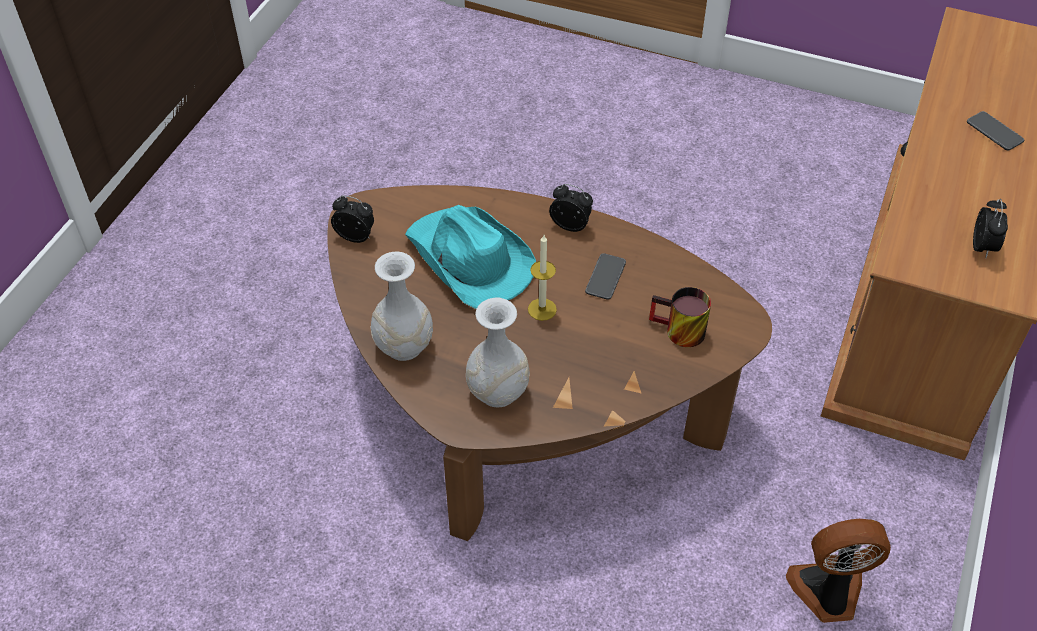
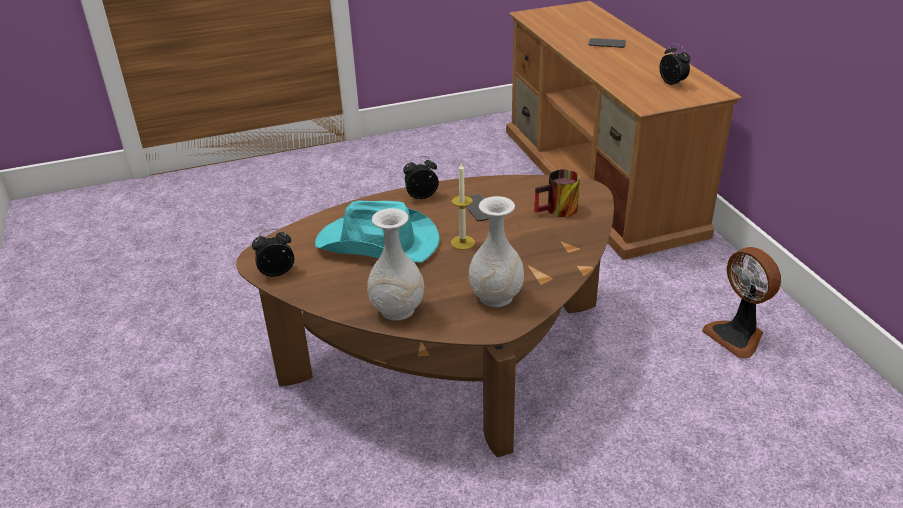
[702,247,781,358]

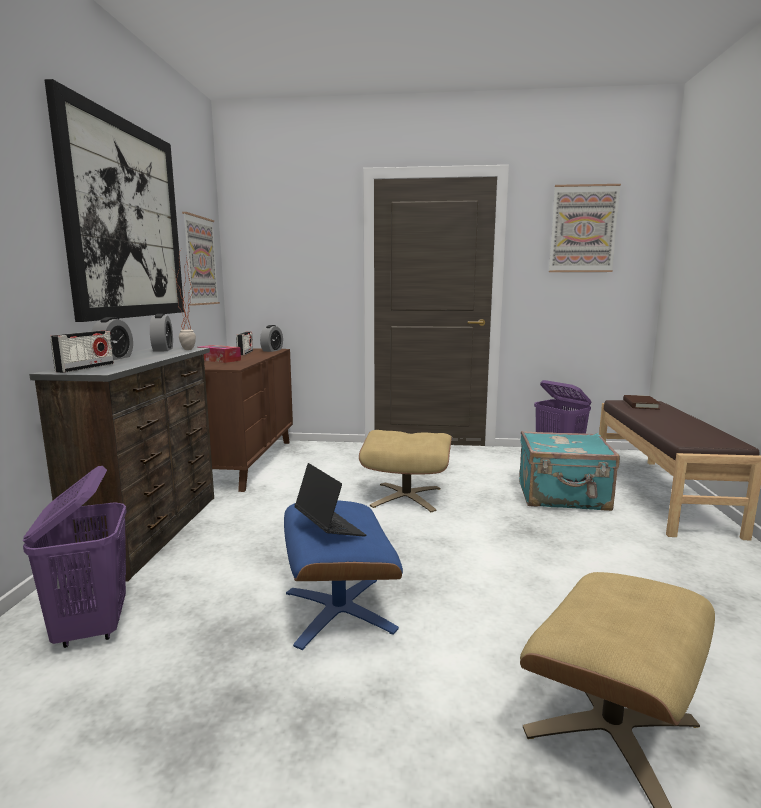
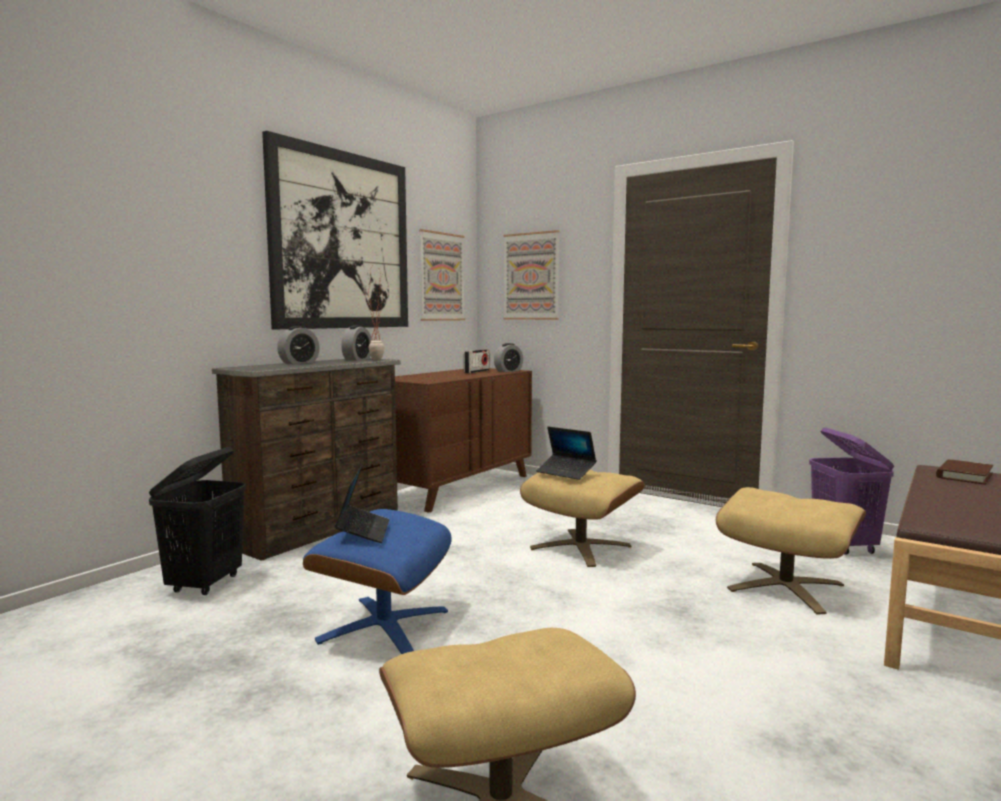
[50,331,114,373] (first image)
[197,345,241,363] (first image)
[537,427,596,480]
[503,230,559,320]
[716,487,866,615]
[149,447,246,595]

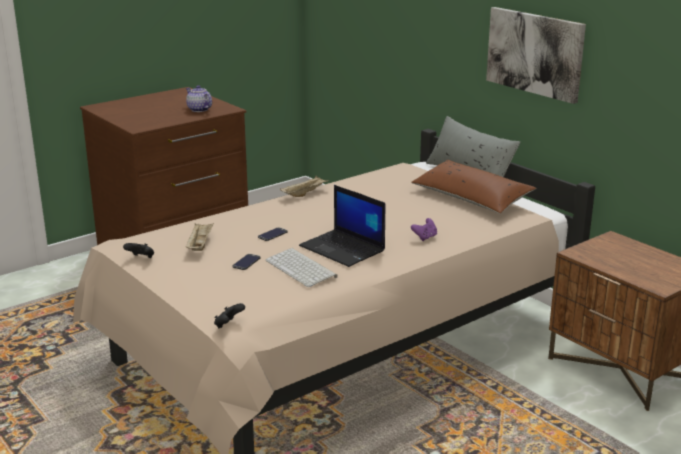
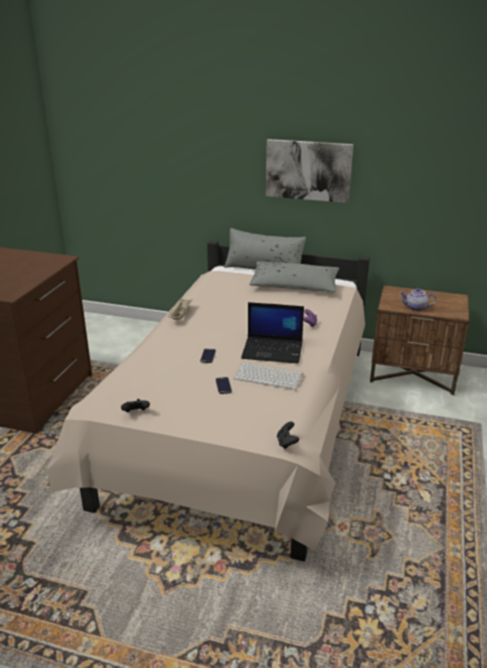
[186,223,214,251] (first image)
[399,288,436,311]
[249,261,339,292]

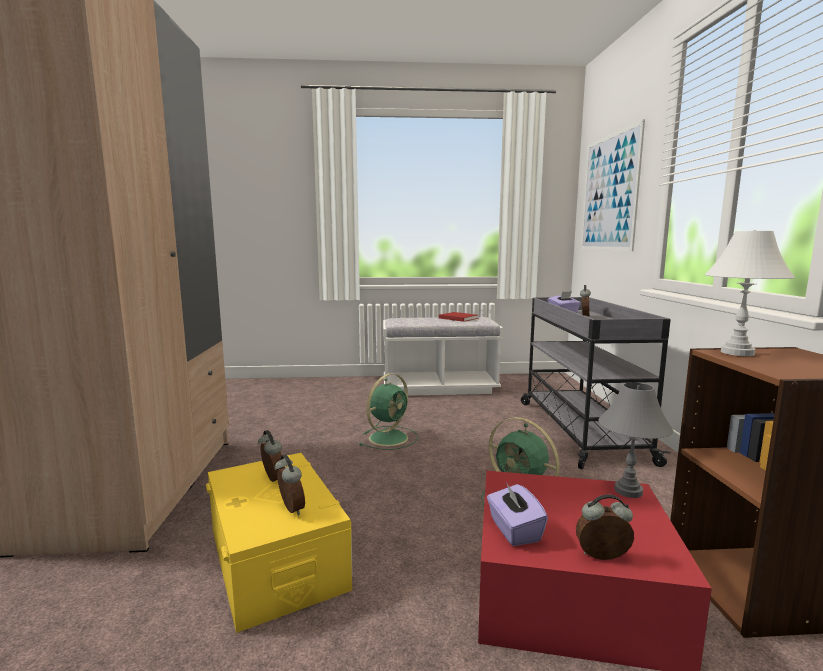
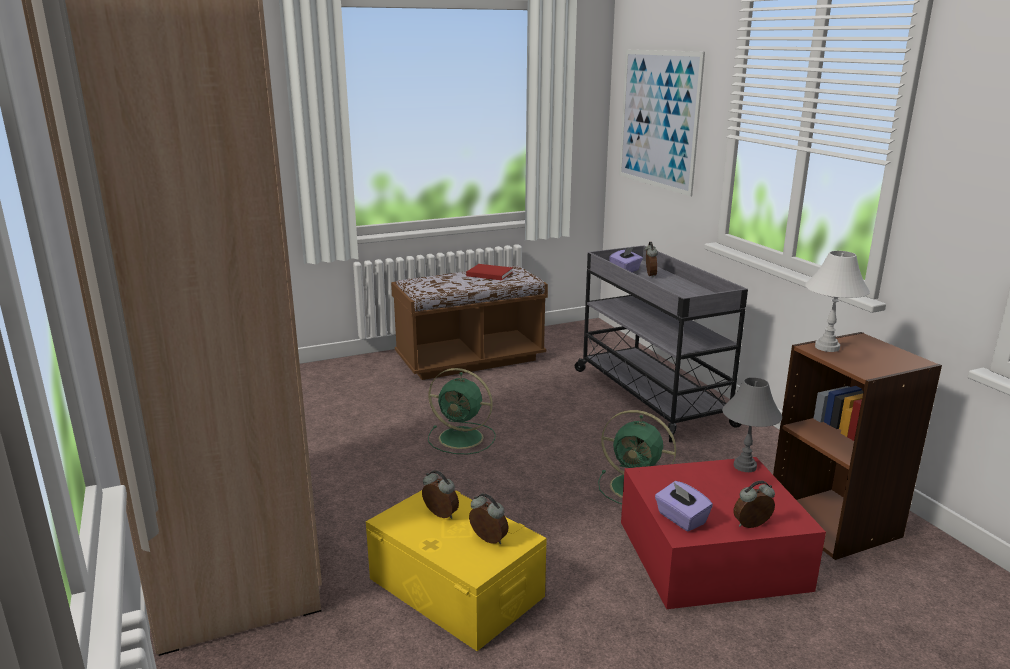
[391,266,548,380]
[428,368,495,454]

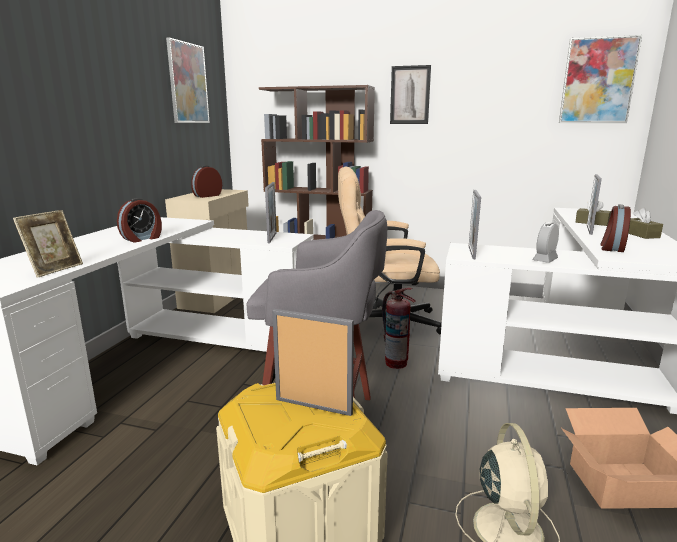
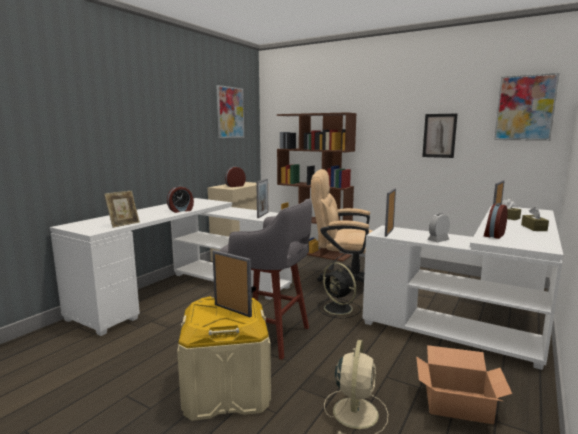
[422,114,458,158]
[318,262,361,319]

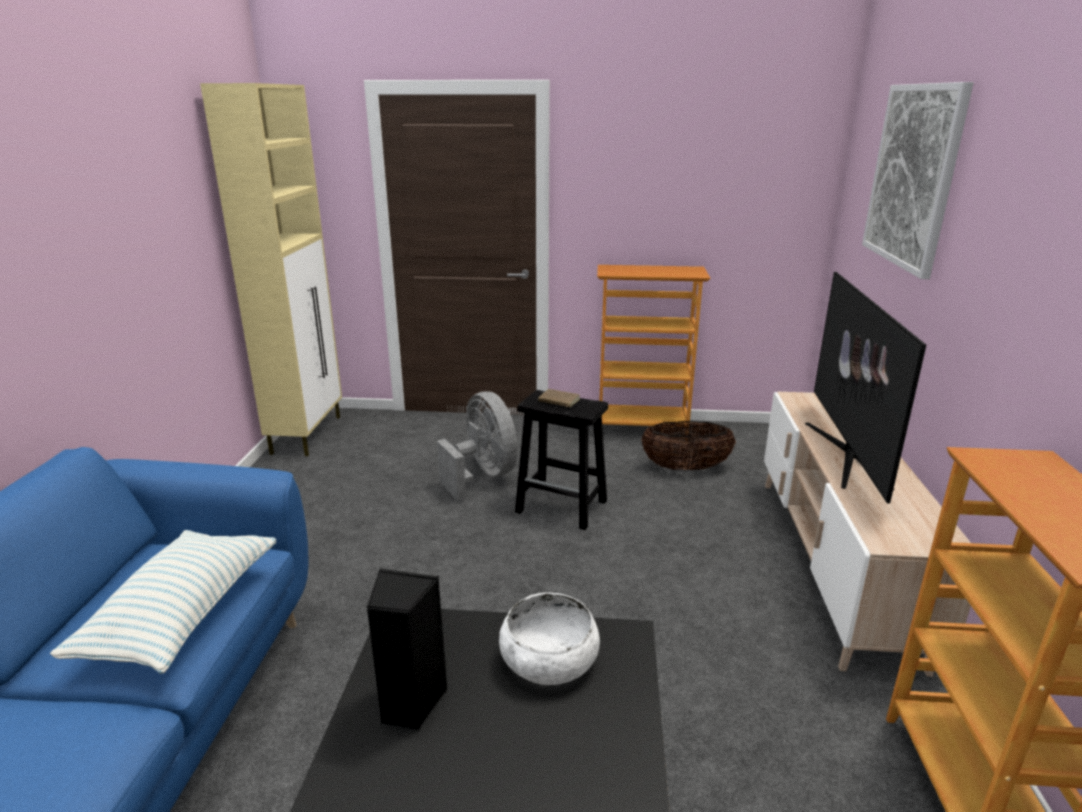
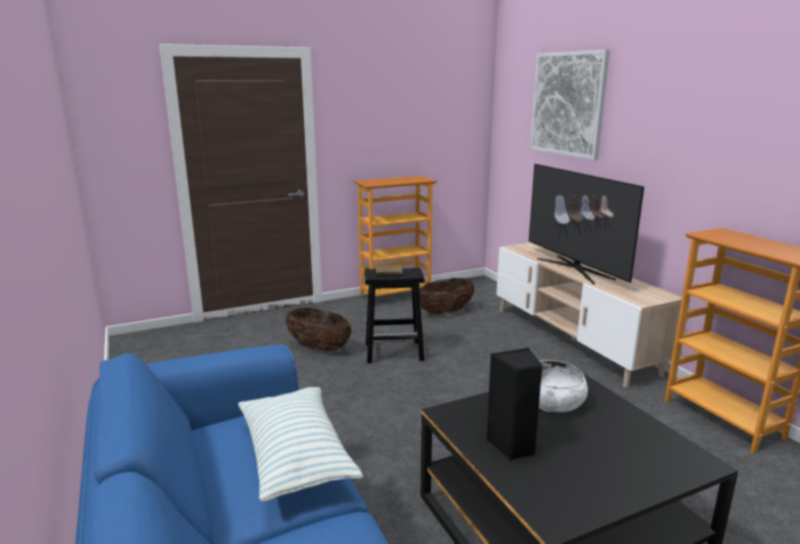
[200,83,342,456] (first image)
[285,308,351,351]

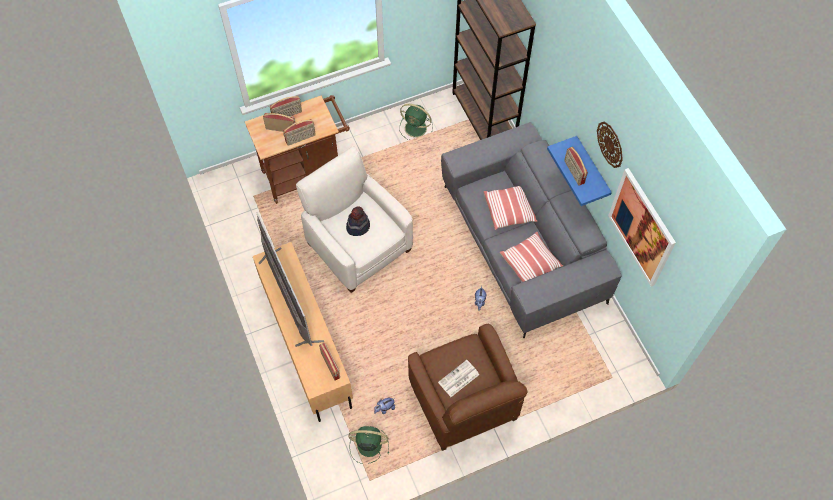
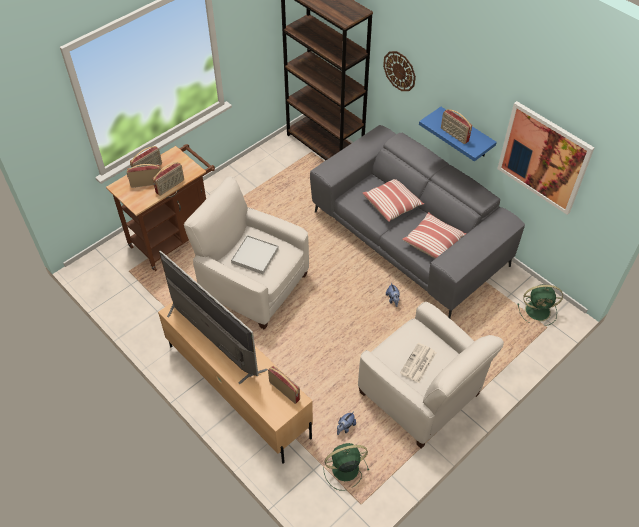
[518,284,563,326]
[383,51,416,91]
[231,235,279,274]
[358,302,504,449]

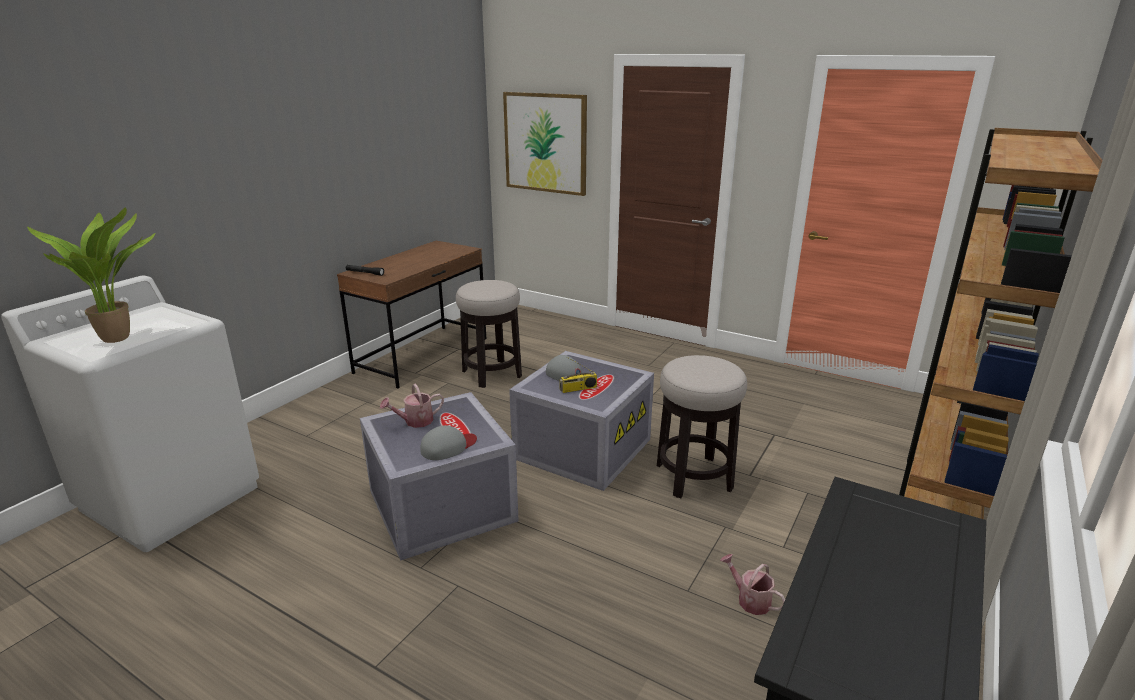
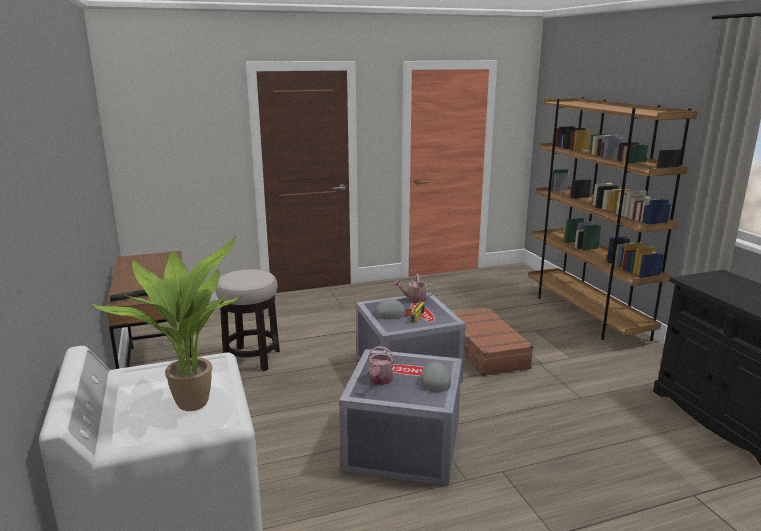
[503,92,587,196] (first image)
[393,274,435,303]
[453,307,534,376]

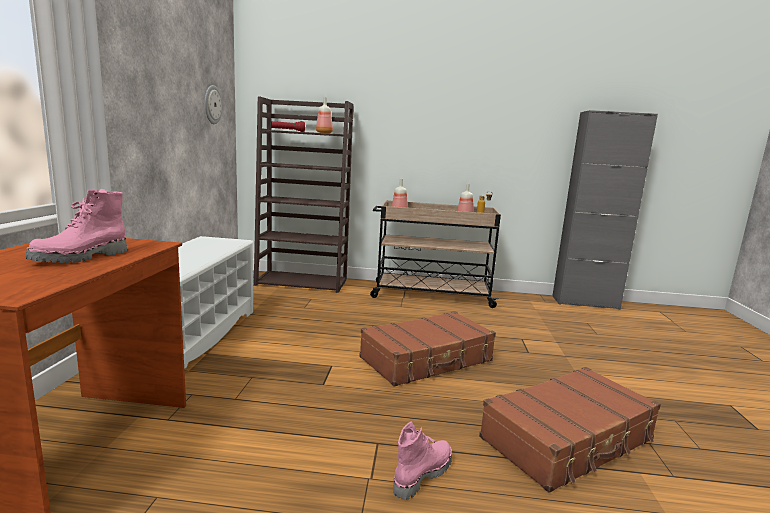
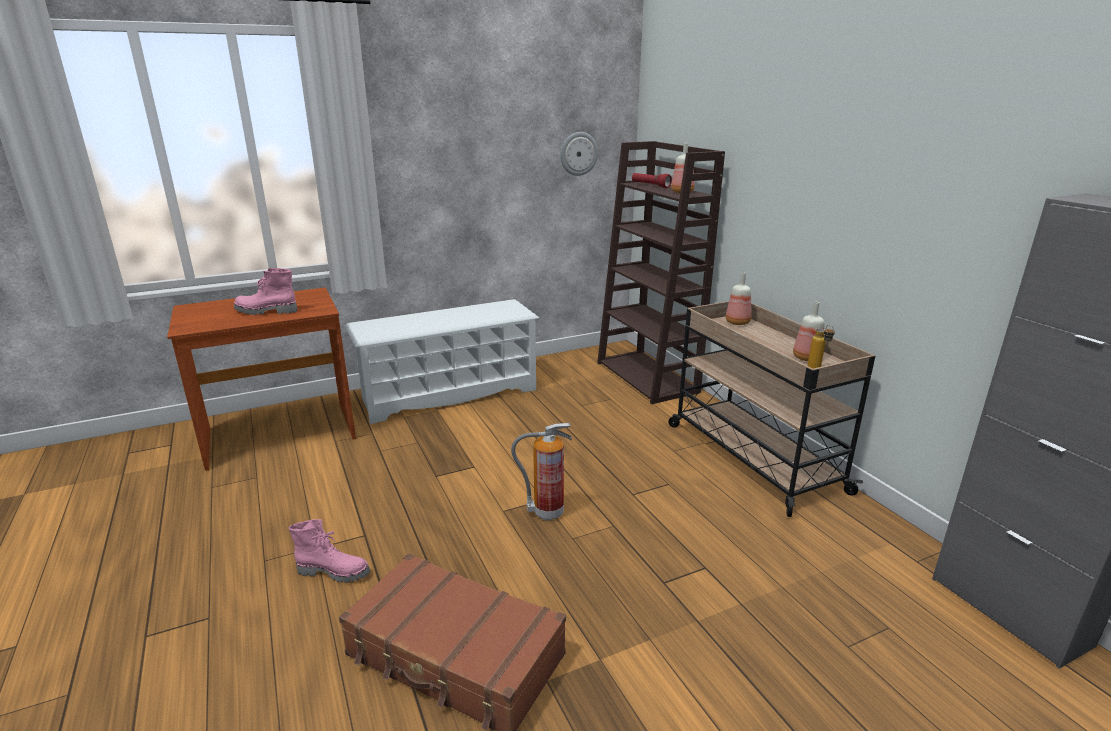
[511,423,572,521]

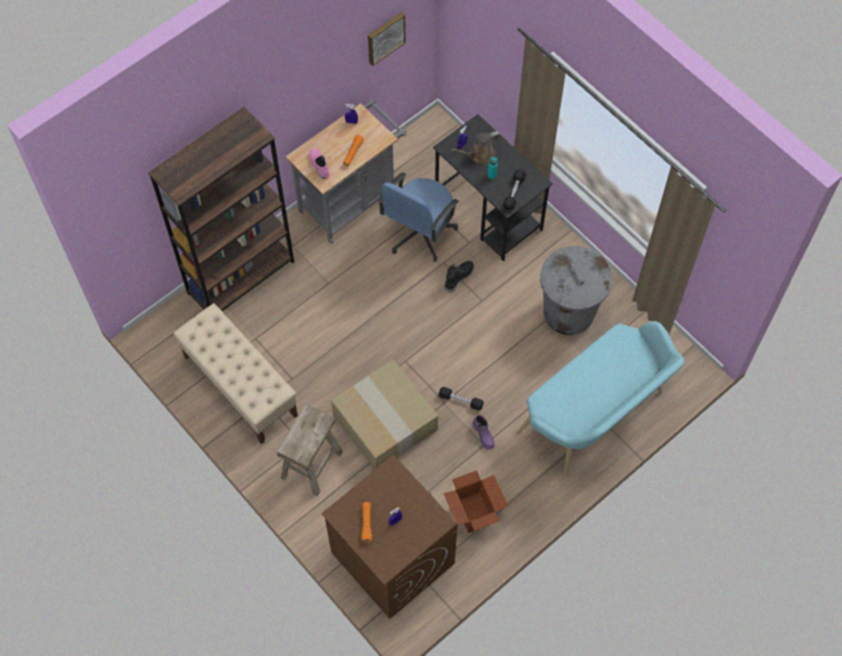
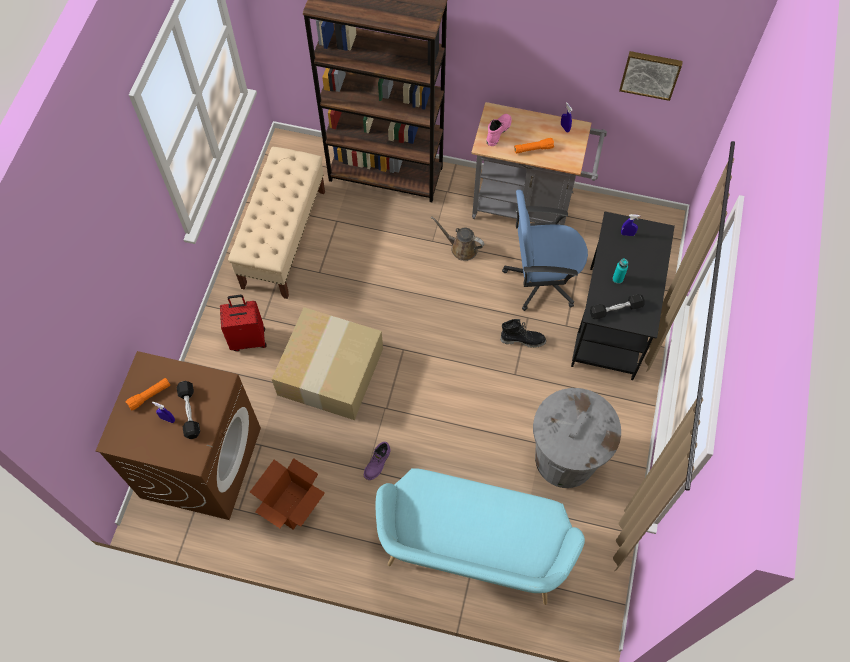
[177,381,200,439]
[431,216,484,261]
[220,295,267,351]

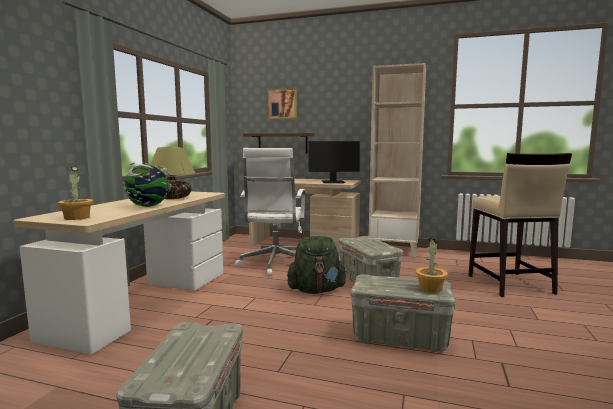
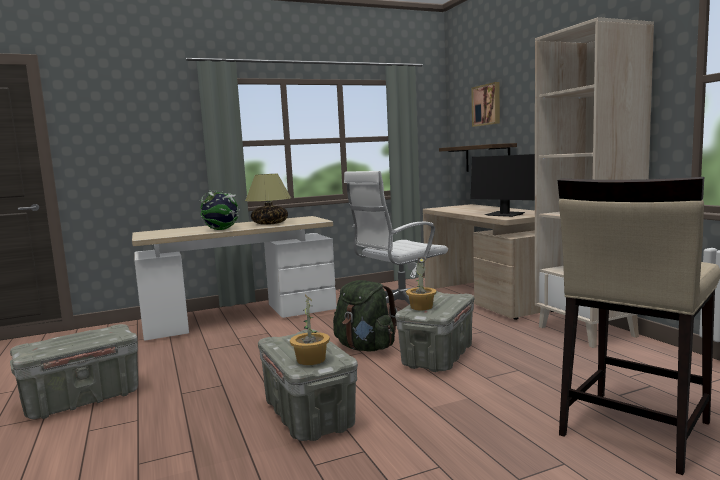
[406,258,437,311]

